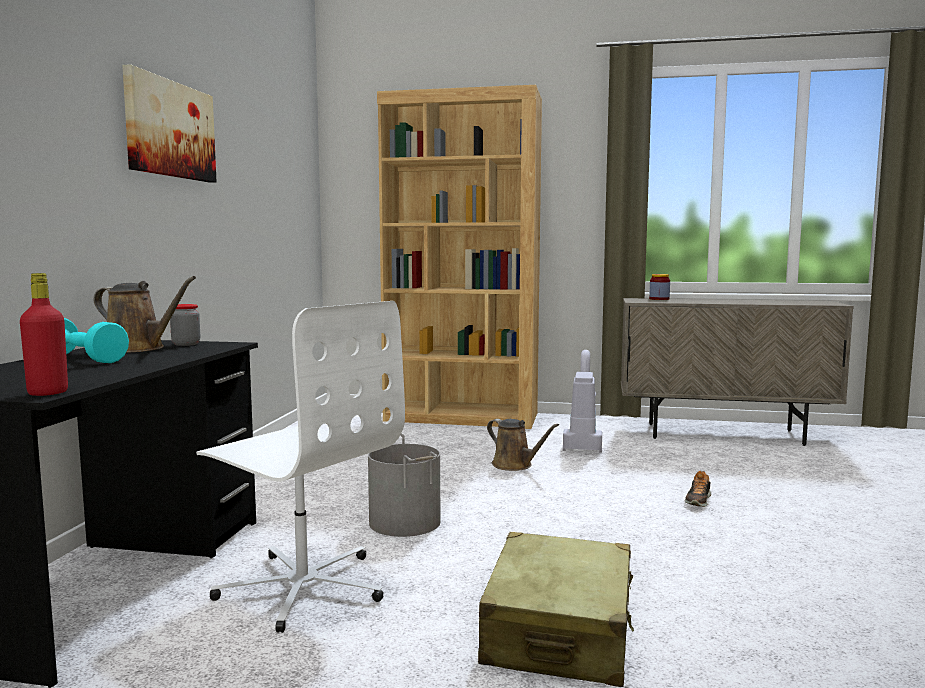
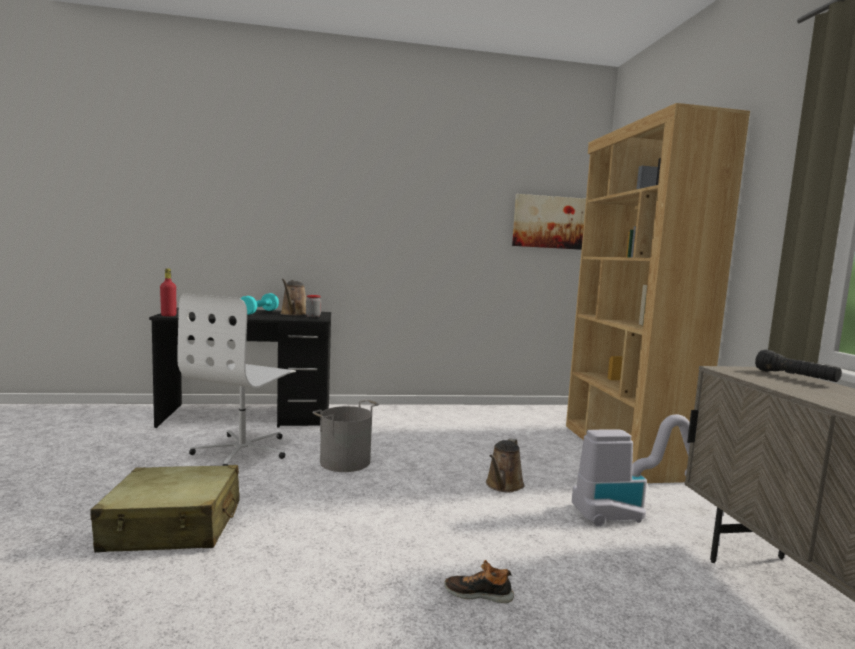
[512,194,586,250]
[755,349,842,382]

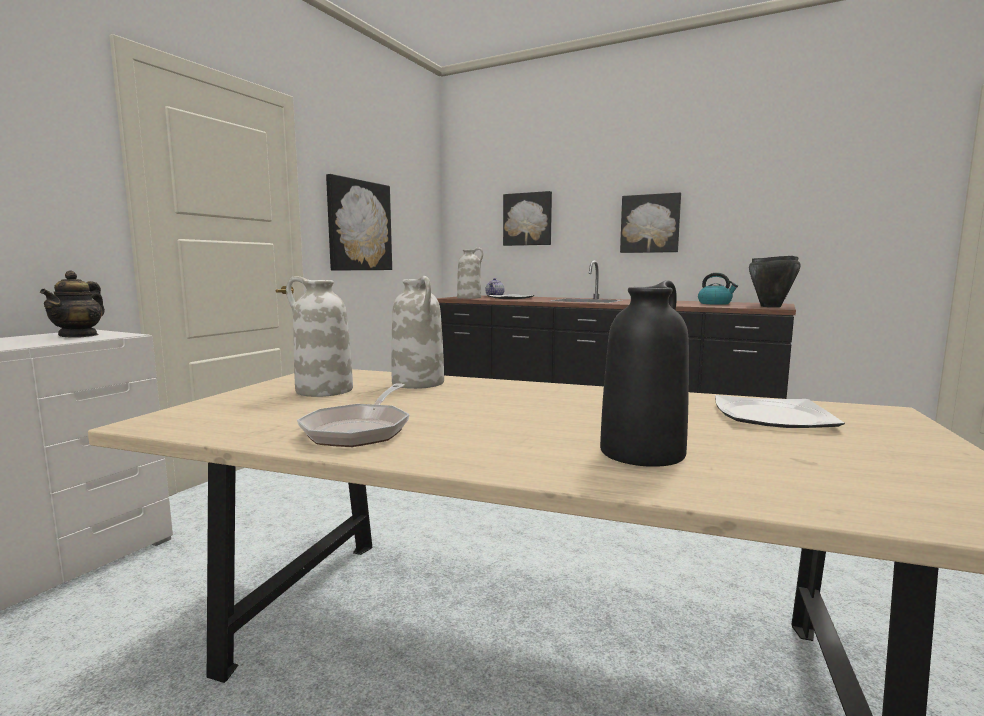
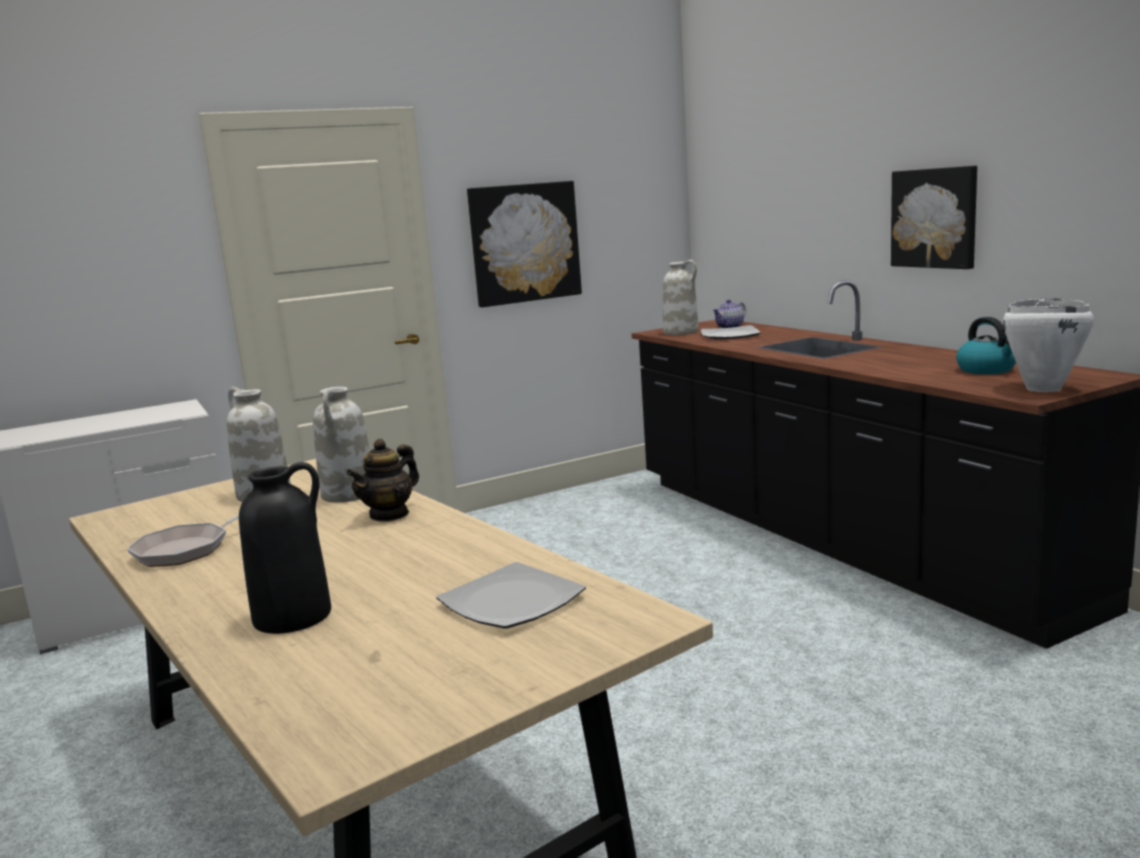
[503,191,552,246] (first image)
[346,439,419,522]
[1003,298,1094,392]

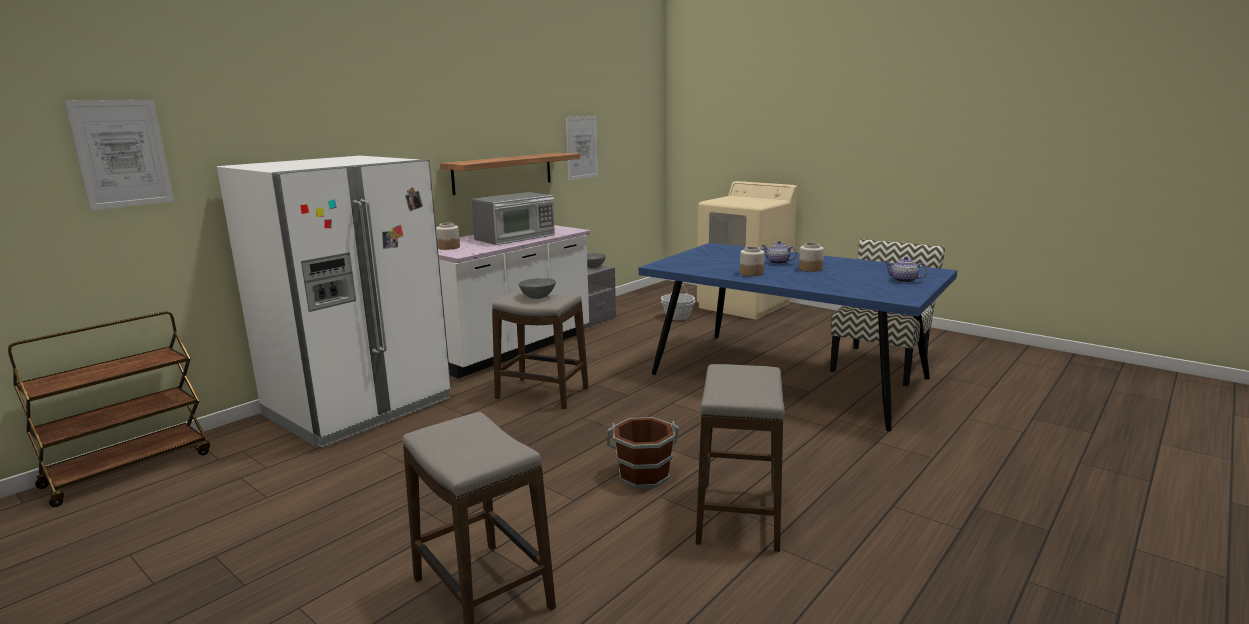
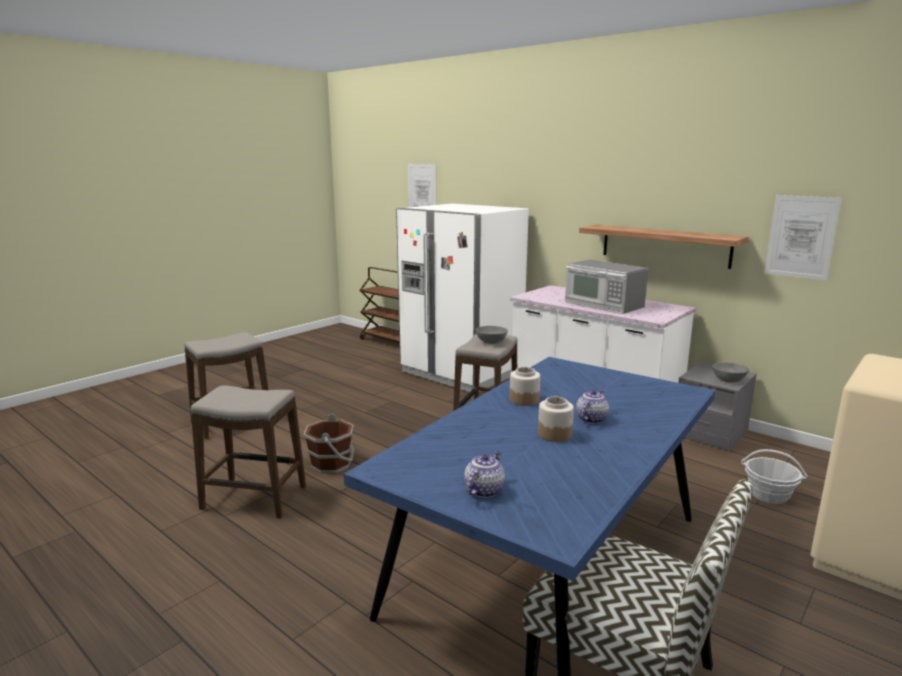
[436,223,460,250] (first image)

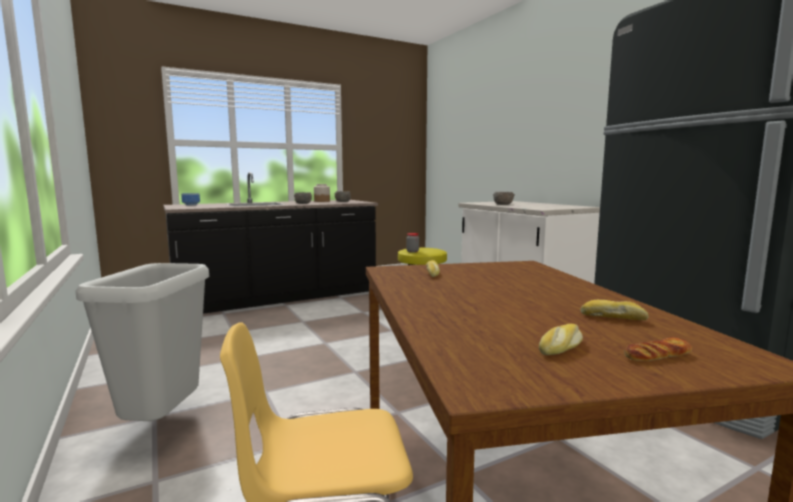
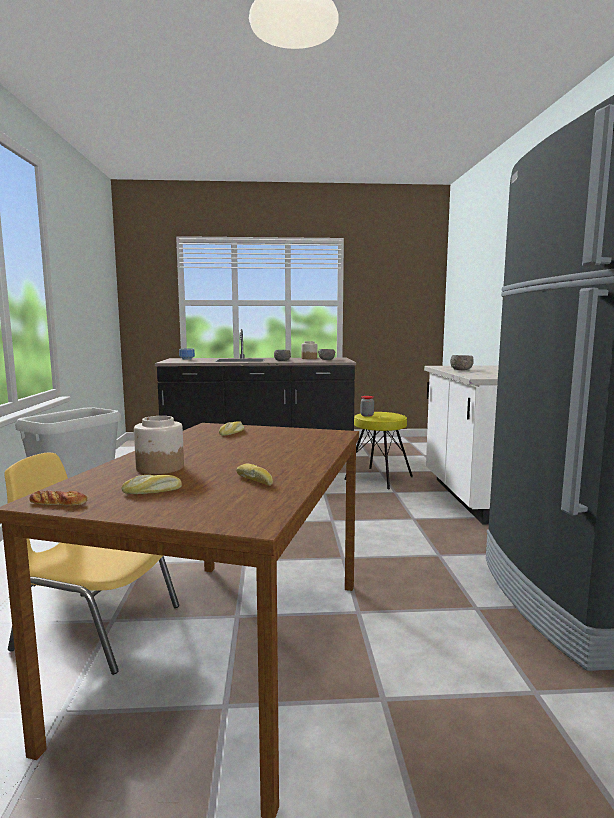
[134,416,184,474]
[29,490,87,506]

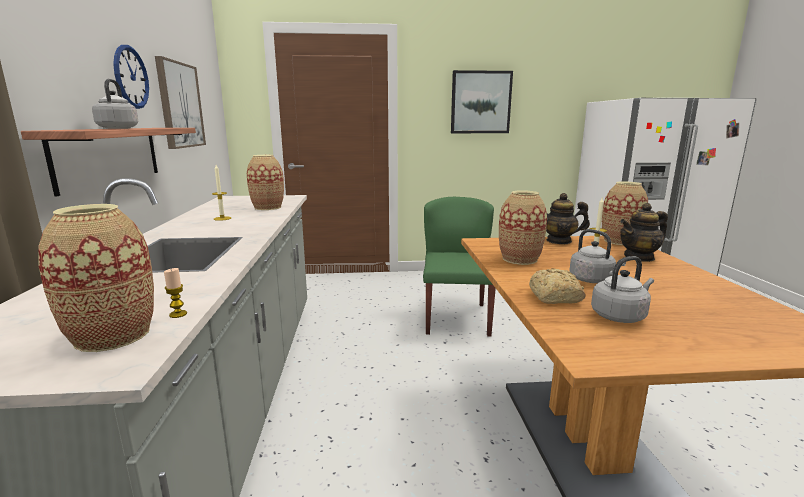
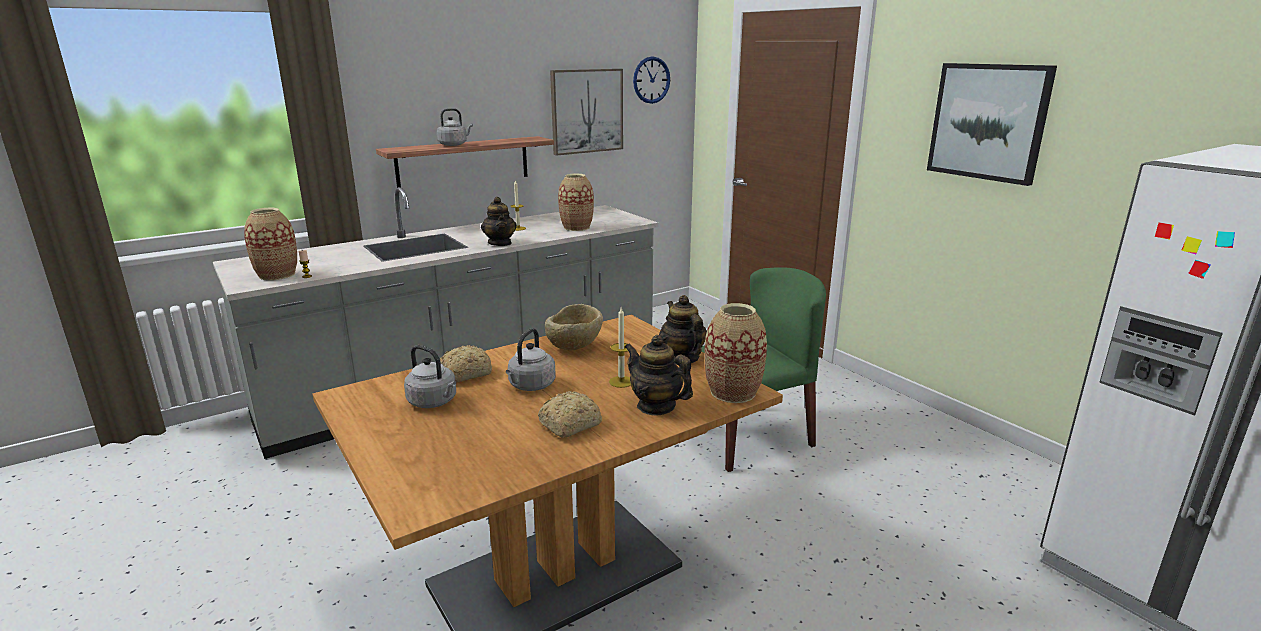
[481,197,517,246]
[538,391,602,437]
[633,56,670,104]
[545,304,603,351]

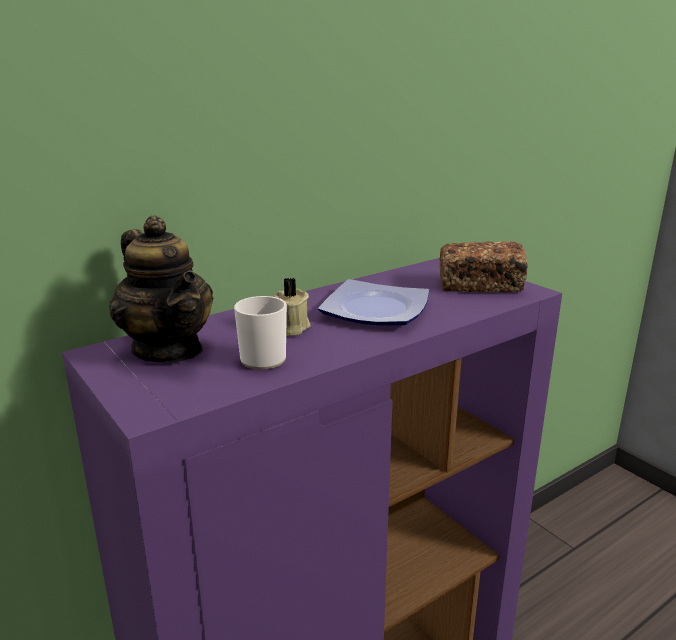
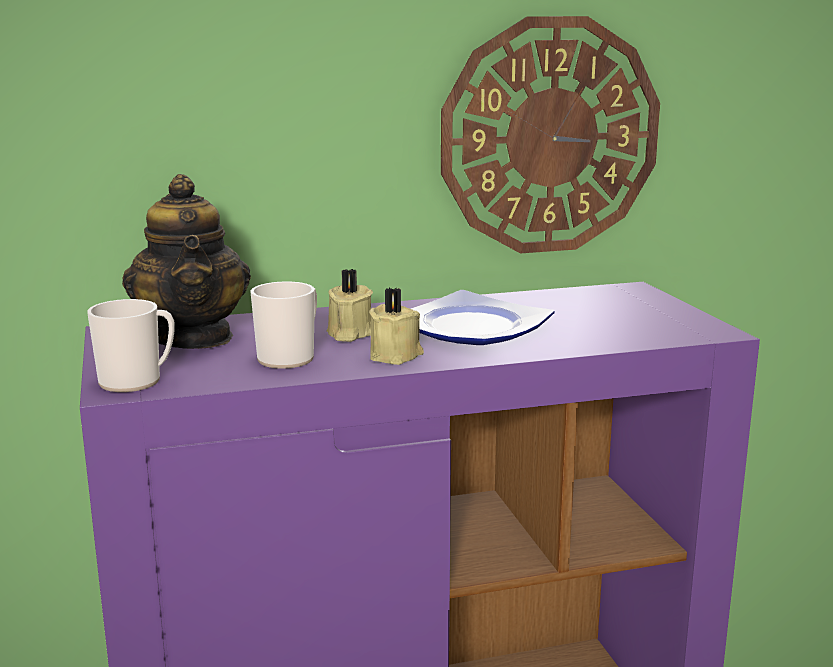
[440,241,528,292] (first image)
[87,299,175,392]
[369,288,424,365]
[441,16,660,253]

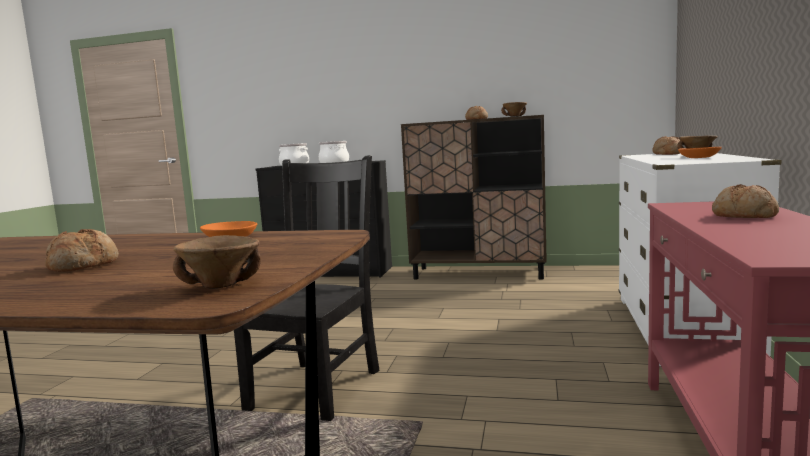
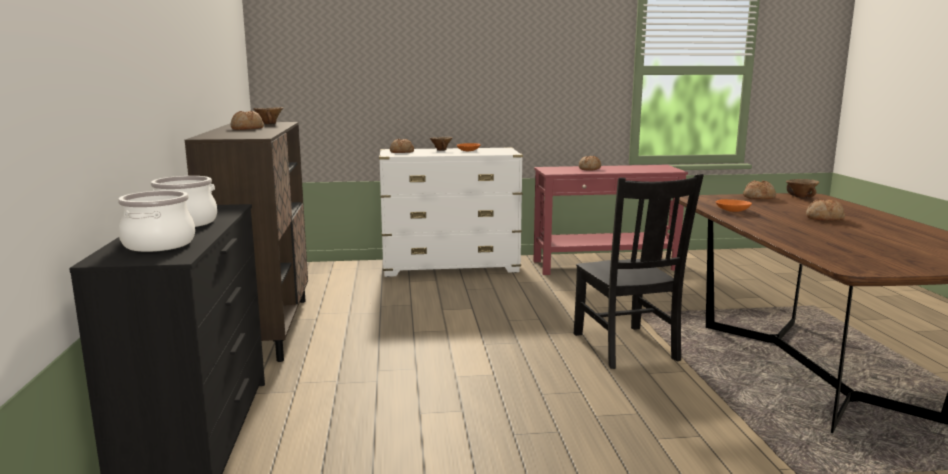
[743,180,776,199]
[574,174,704,369]

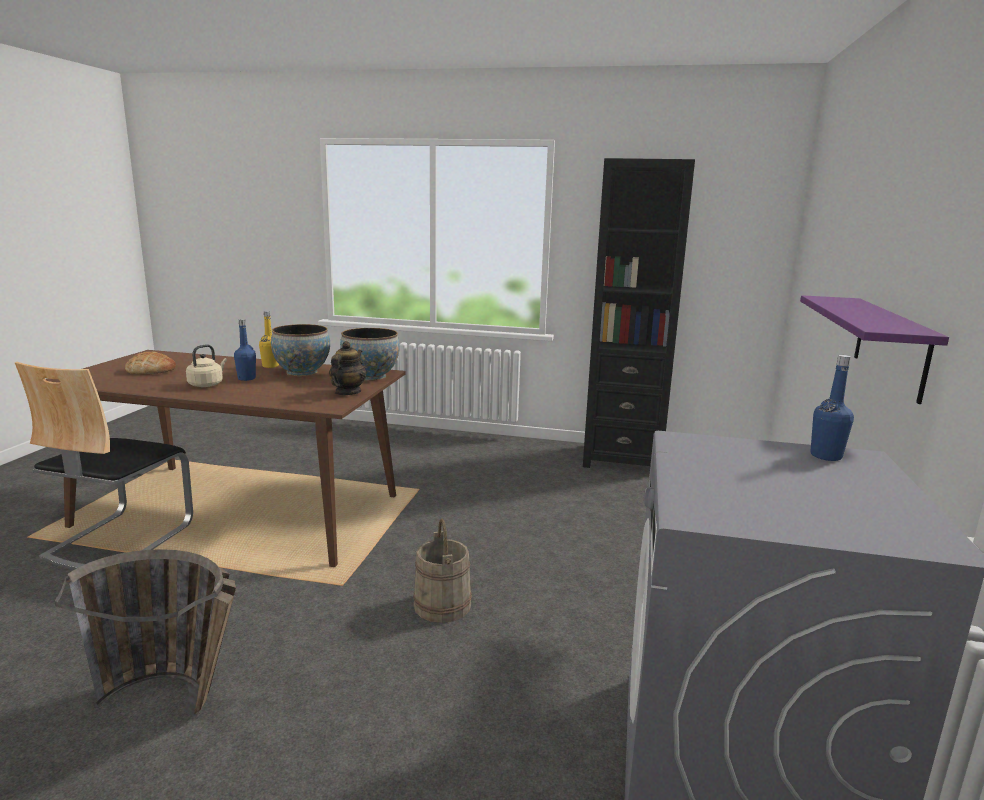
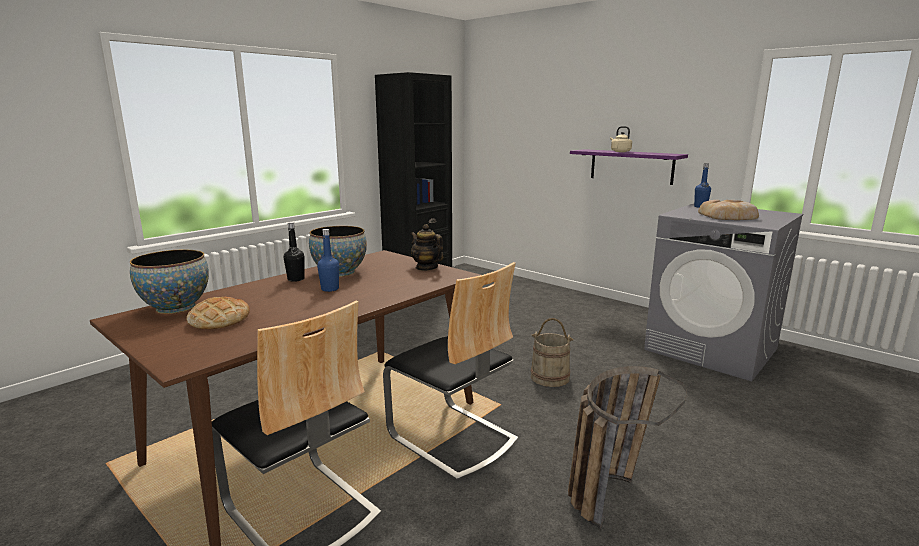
[383,262,518,481]
[698,200,759,220]
[610,126,632,152]
[130,249,209,314]
[284,222,305,282]

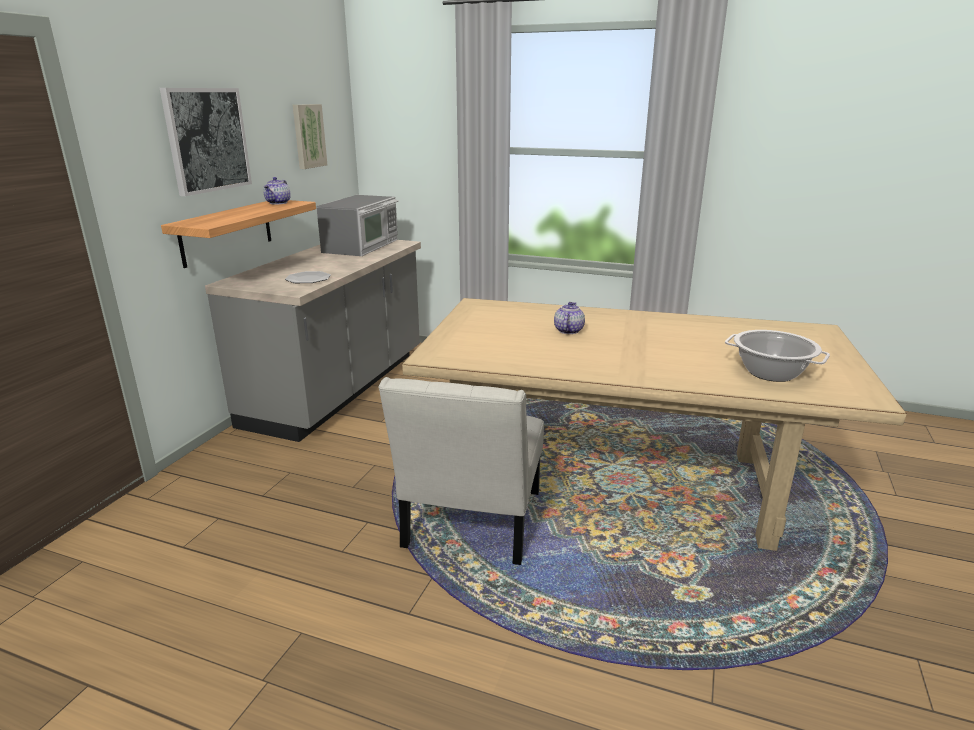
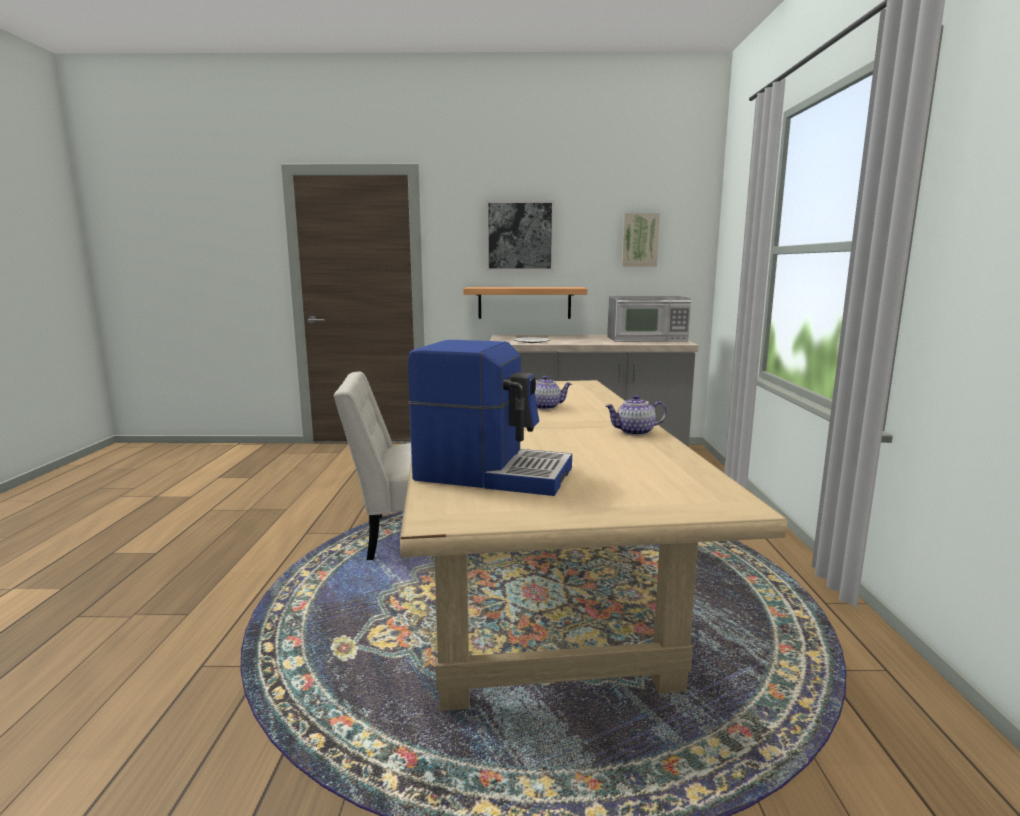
[605,395,667,436]
[408,340,572,496]

